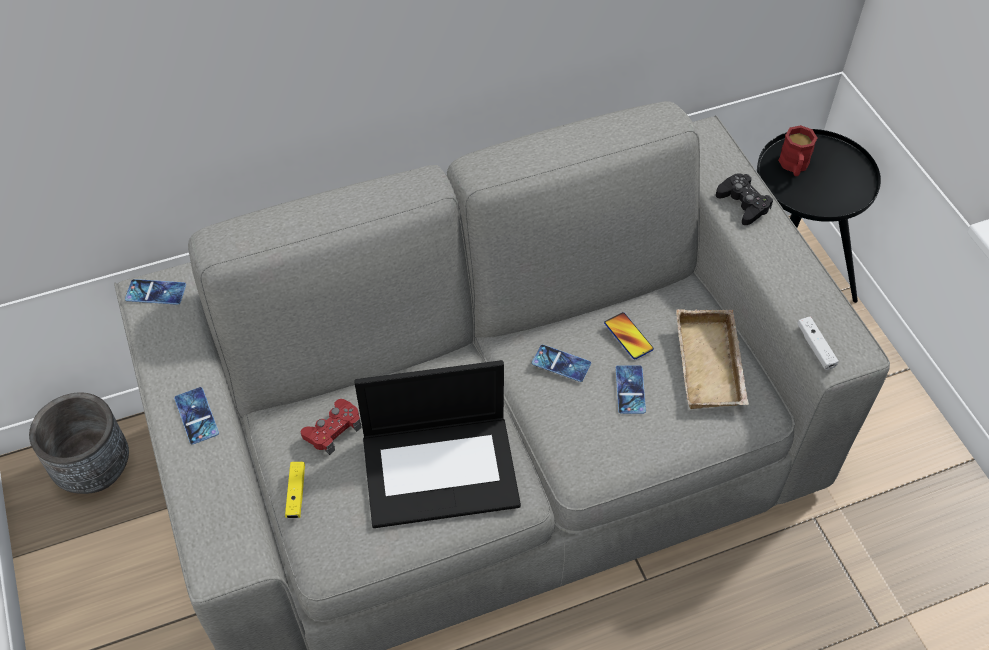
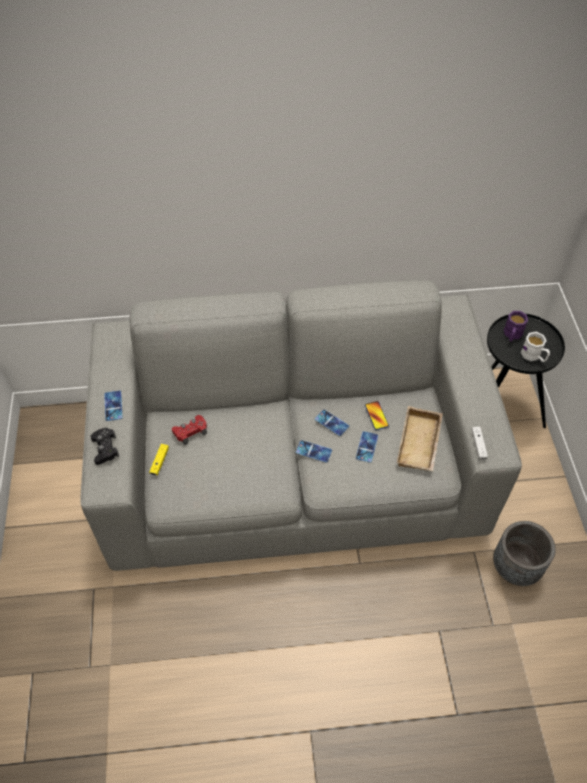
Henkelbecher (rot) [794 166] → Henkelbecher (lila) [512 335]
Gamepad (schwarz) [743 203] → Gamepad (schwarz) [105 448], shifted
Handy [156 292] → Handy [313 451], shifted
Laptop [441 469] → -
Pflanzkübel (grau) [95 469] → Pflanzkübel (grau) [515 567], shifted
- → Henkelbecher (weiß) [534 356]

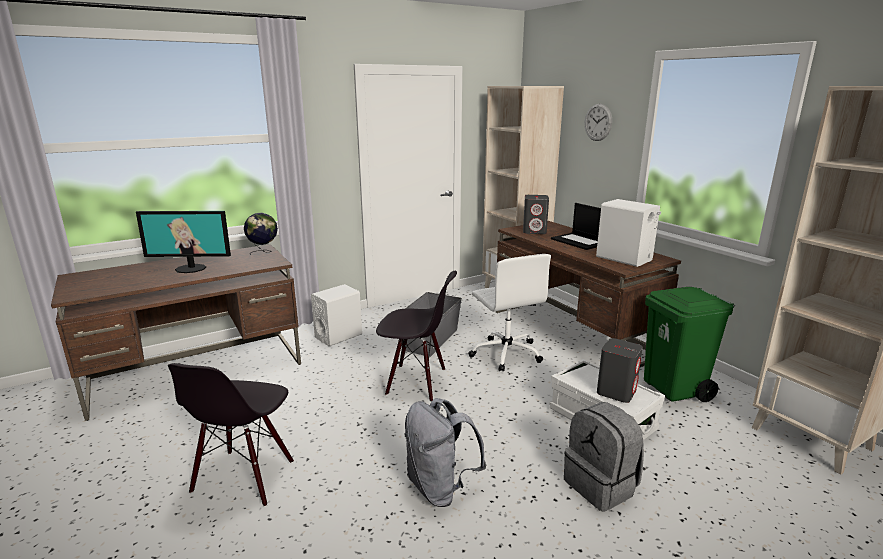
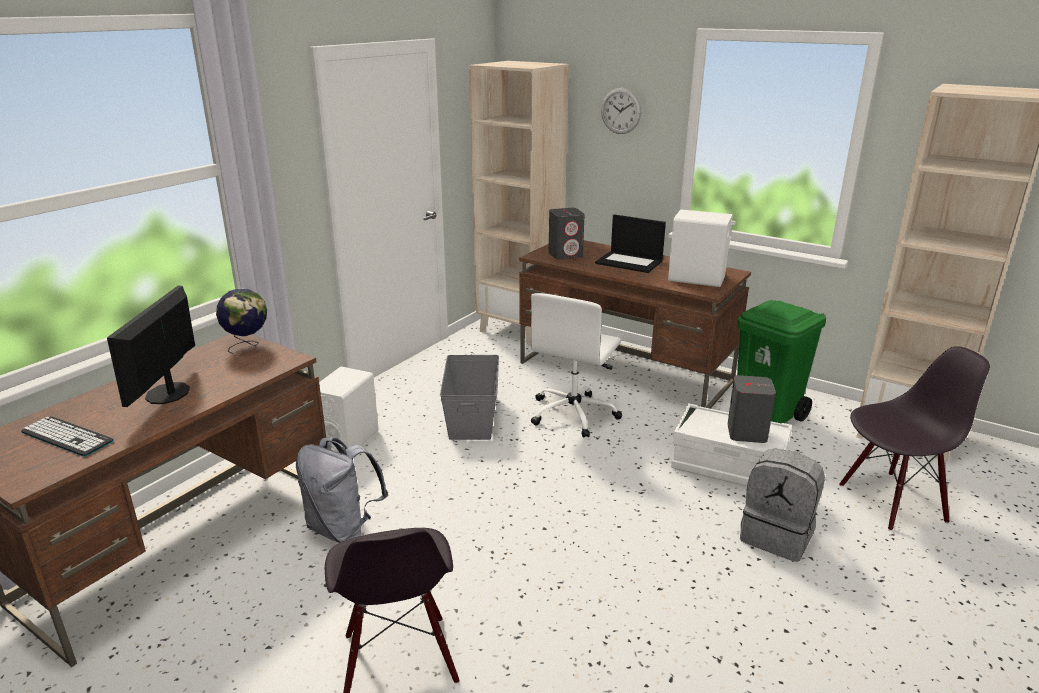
Monitor [191 268] → Monitor [168 393], 120 degrees clockwise
Bürostuhl (weiß) [506 353] → Bürostuhl (weiß) [574 414], 75 degrees clockwise
Stuhl (schwarz) [416 382] → Stuhl (schwarz) [891 501], shifted
Rucksack (grau) [440 488] → Rucksack (grau) [343 529], shifted
- → Tastatur [67 437]

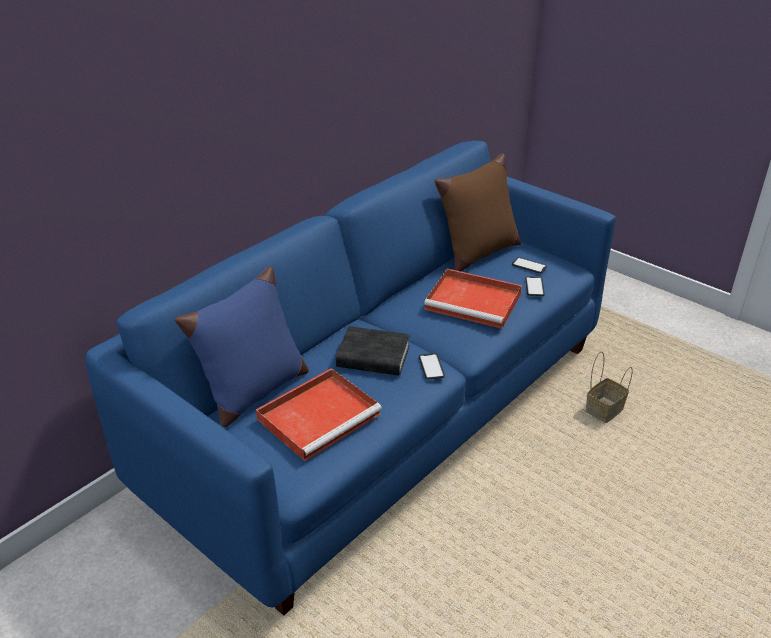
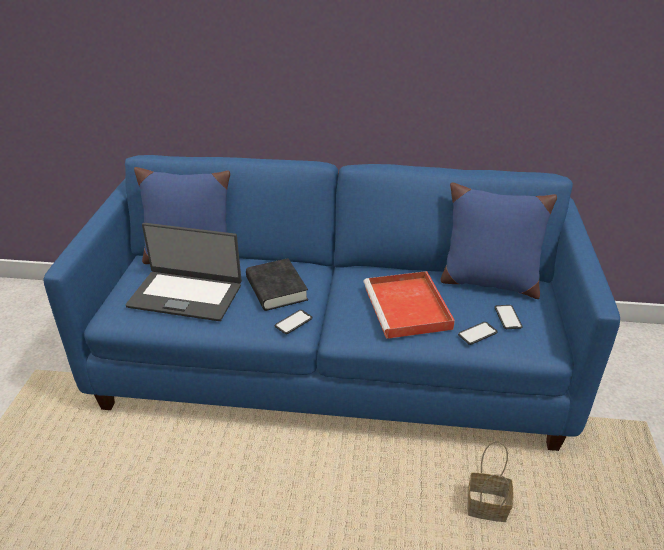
Kissen (braun) [477 253] → Kissen (blau) [487 282]
Tablett (rot) [320 415] → Laptop [186 295]

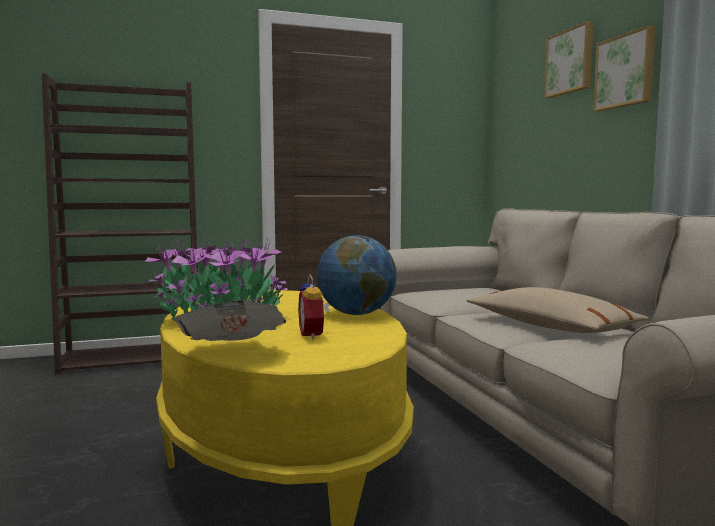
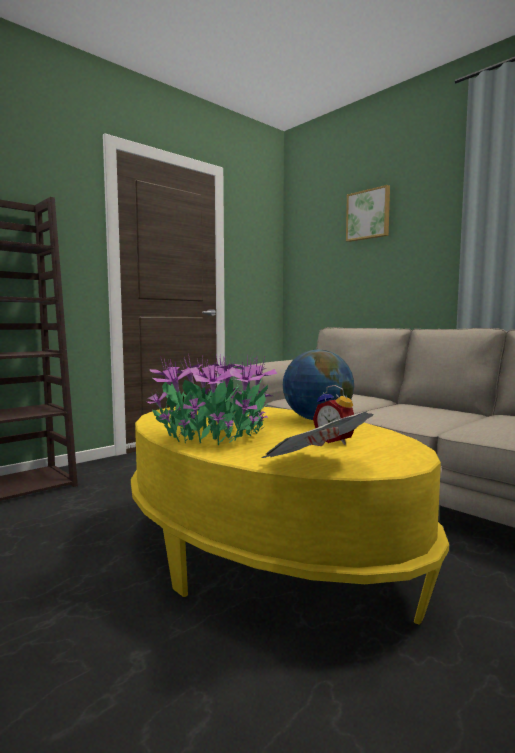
Bild [625 71] → -
Kissen (beige) [549 327] → -

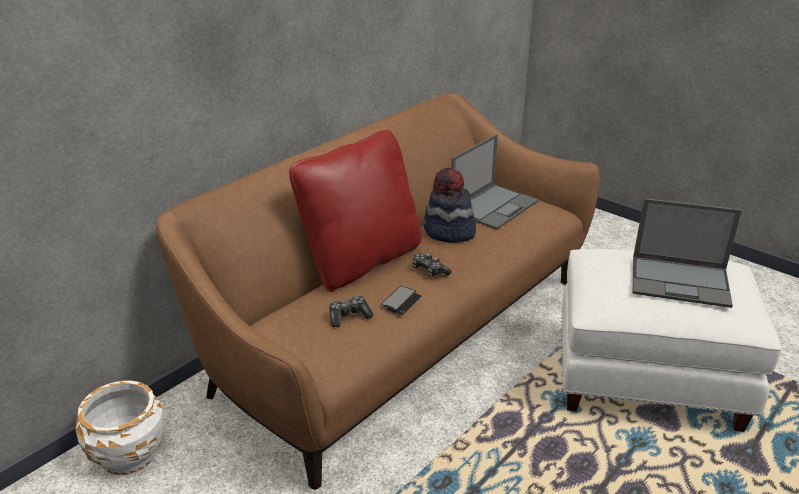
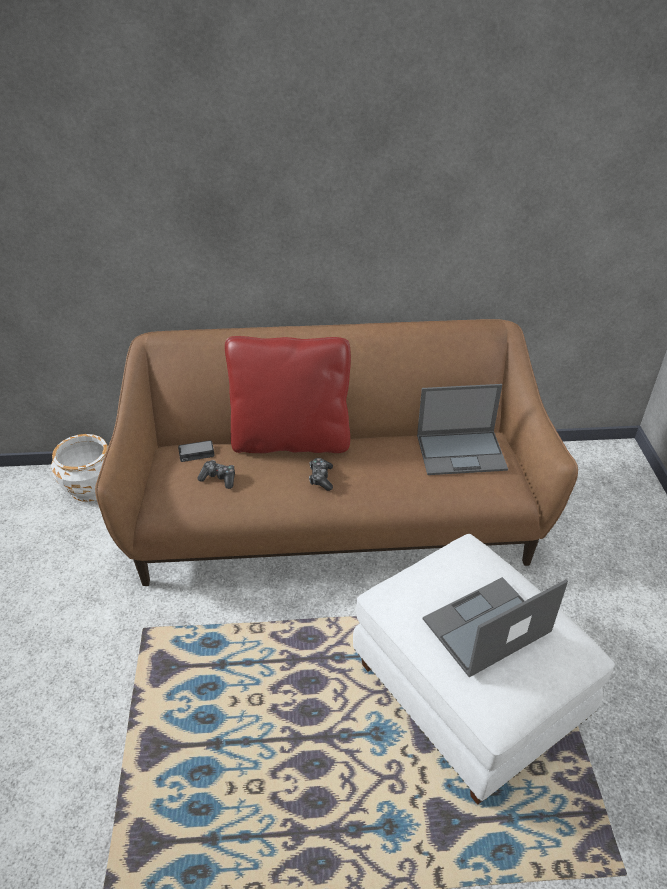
Hut [449 232] → -
Laptop [681 281] → Laptop [485 627], 90 degrees clockwise
Handy [401 301] → Handy [196 452], shifted

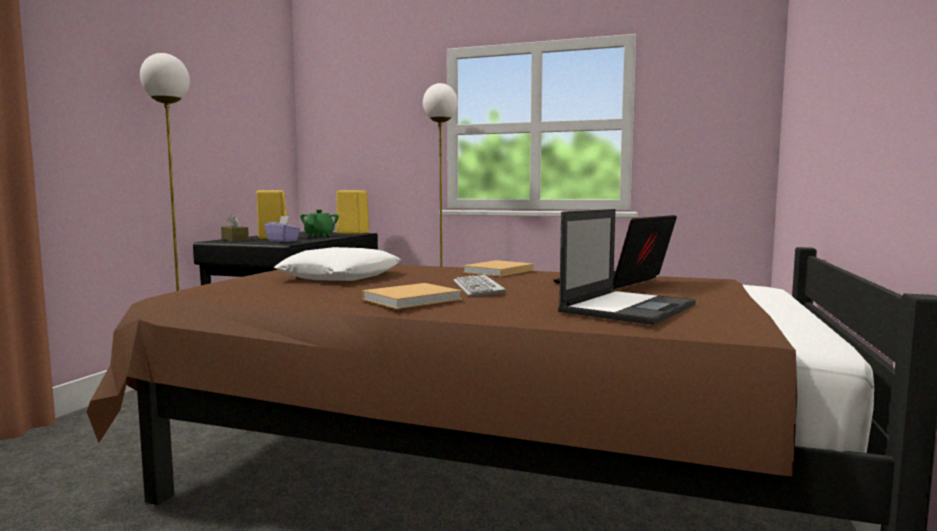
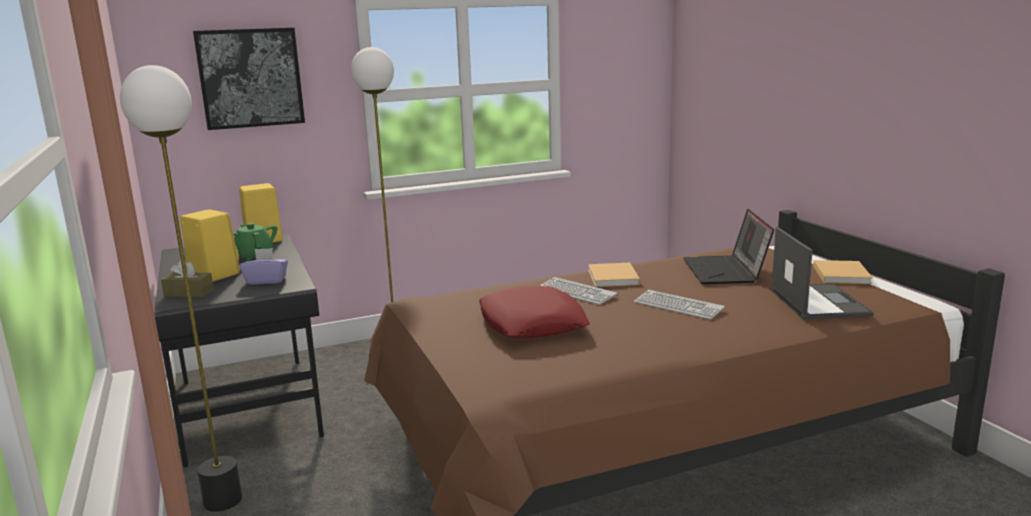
Kissen (weiß) [341 276] → Kissen (rot) [532 323]
Buch (beige) [414 299] → Buch (beige) [841 274], shifted
- → Bild [250 78]
- → Tastatur [576 292]

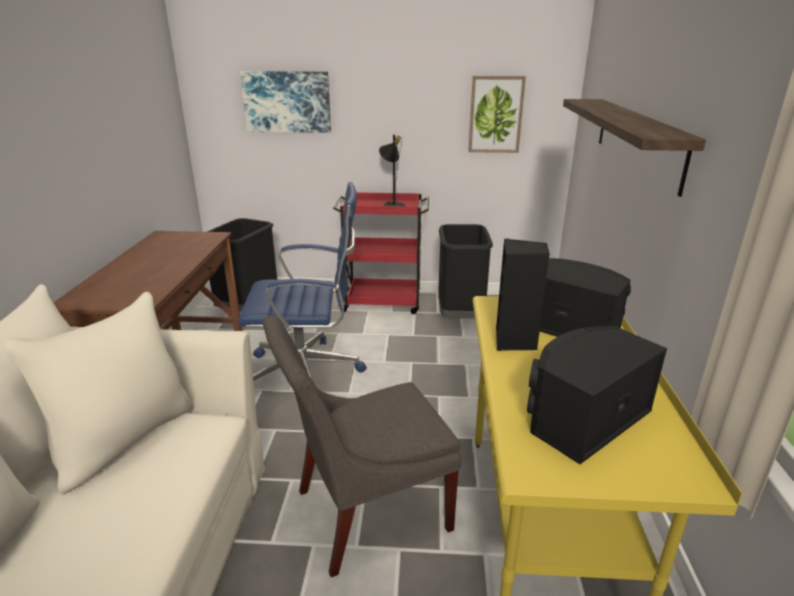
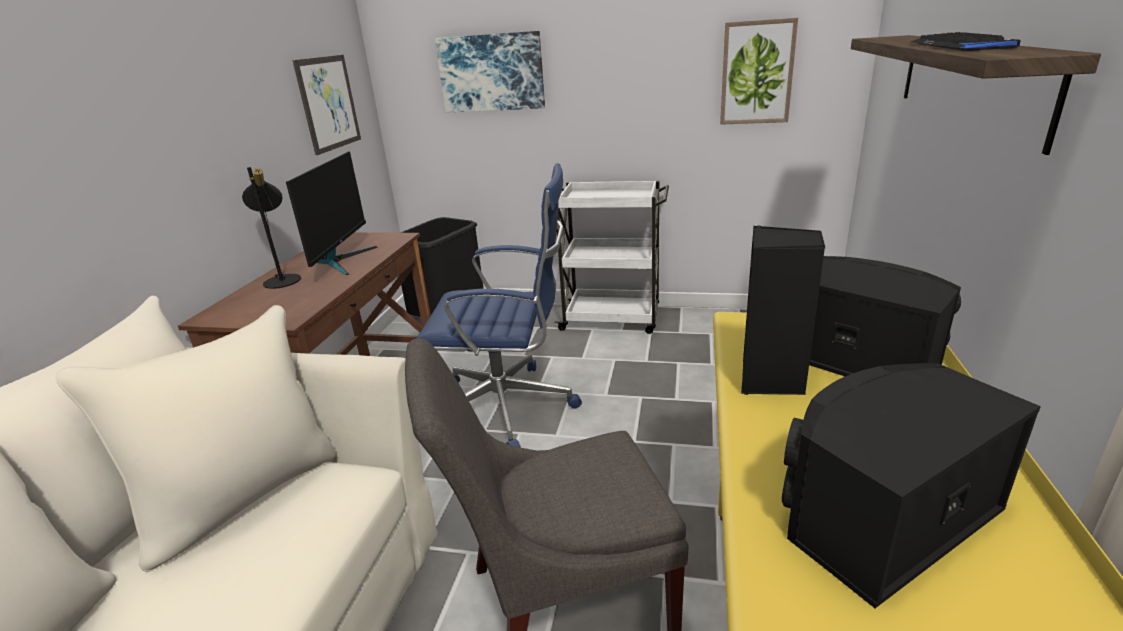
Tischlampe (schwarz) [392 204] → Tischlampe (schwarz) [283 278], shifted
Rollwagen (rot) [383 302] → Rollwagen (weiß) [612 318]
Mülleimer (schwarz) [459 316] → -
- → Tastatur [959 46]
- → Bild [328 103]
- → Monitor [341 260]

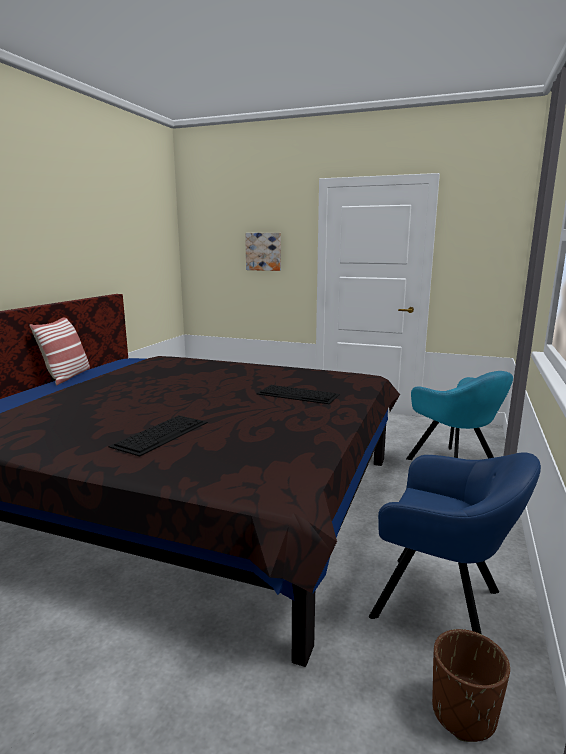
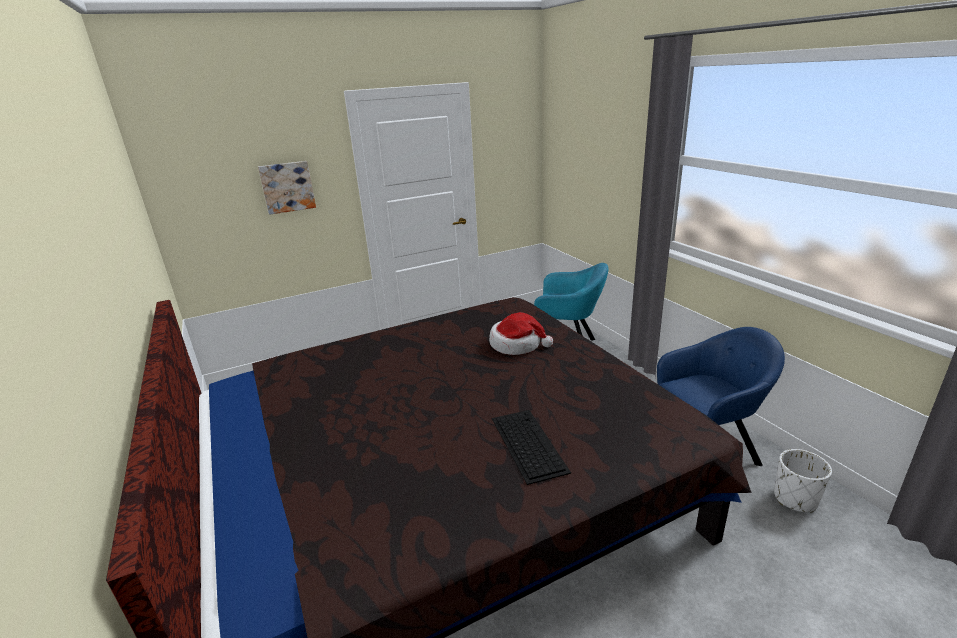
Kissen [67 376] → -
Tastatur [298 394] → Hut [517 344]
Pflanzkübel (braun) [463 714] → Pflanzkübel (weiß) [795 499]

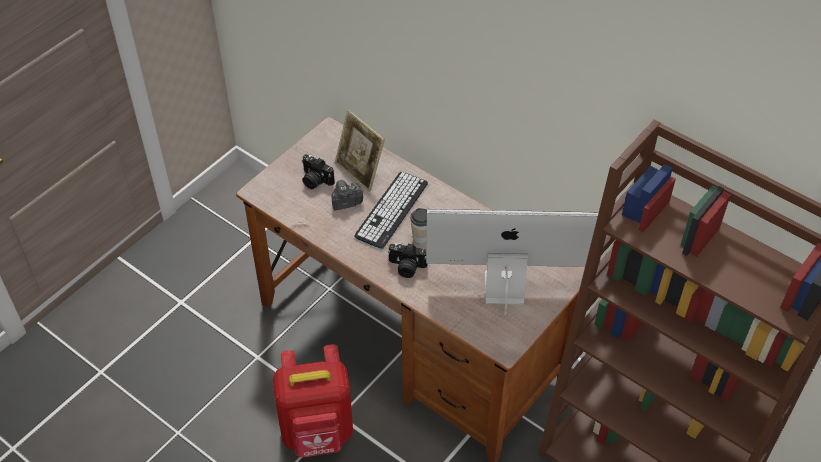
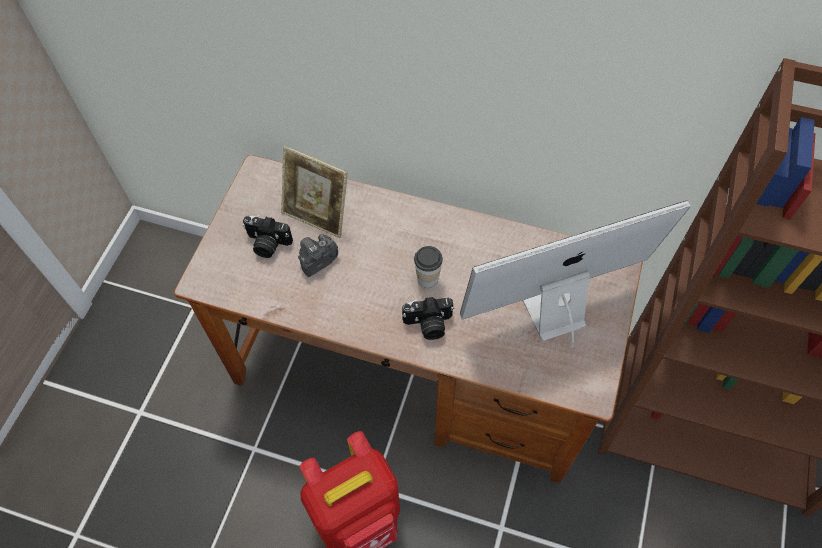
Tastatur [391 210] → -

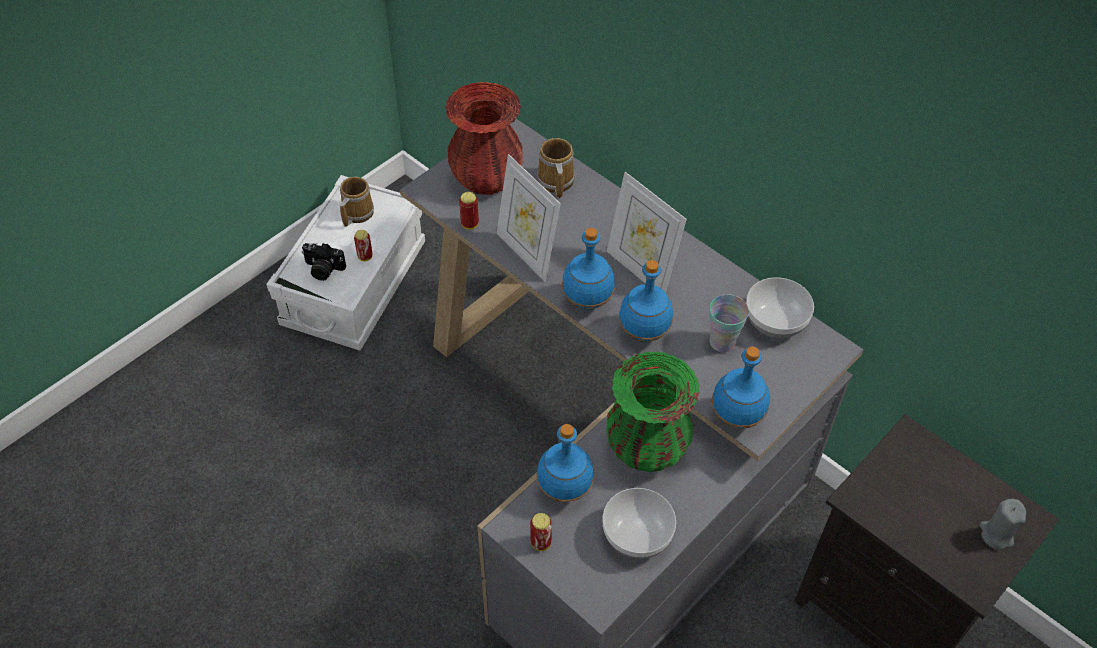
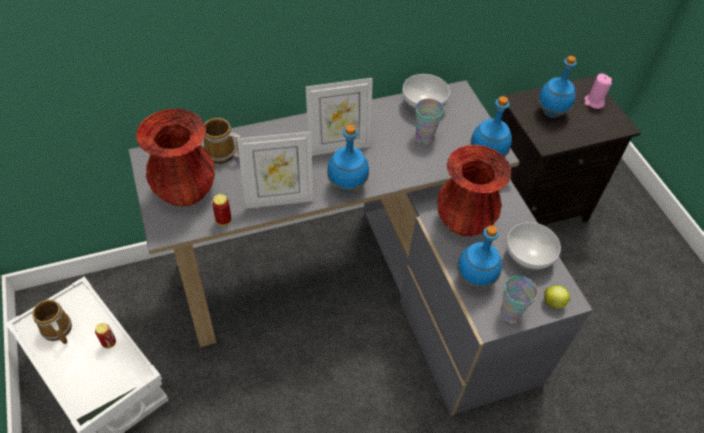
Kamera [323 270] → -
Flasche (blau) [643 333] → Flasche (blau) [551 113], shifted
Vase (grün) [646 448] → Vase (rot) [463 221]
Kerze (grau) [996 534] → Kerze (rosa) [594 102]
Dose [541 542] → Tasse [510 312]
- → Apfel [554 303]

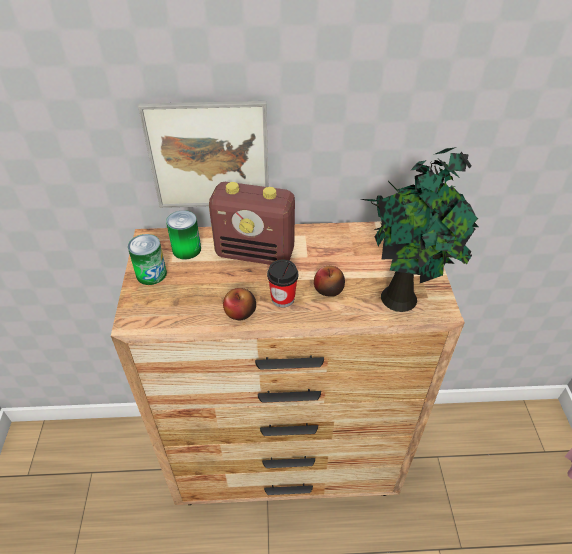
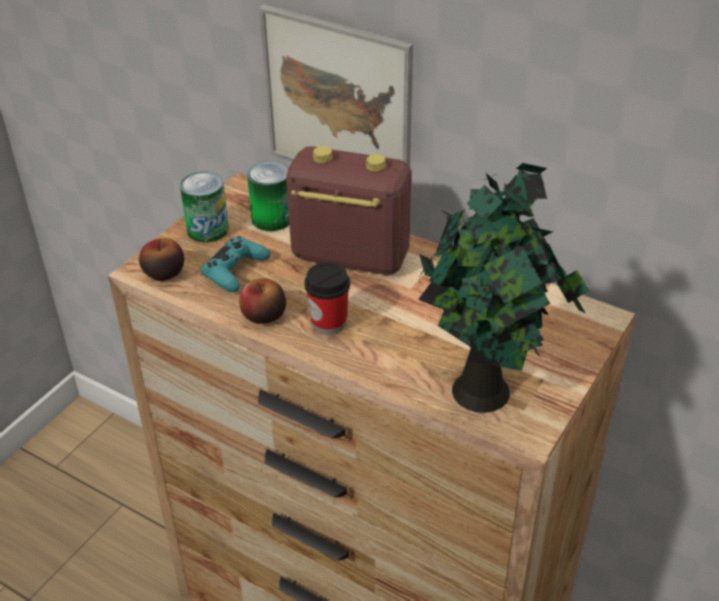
Radio [256 253] → Radio [349 257], 150 degrees clockwise
Apfel [328 289] → Apfel [164 273], shifted
- → Gamepad (türkis) [235 271]

